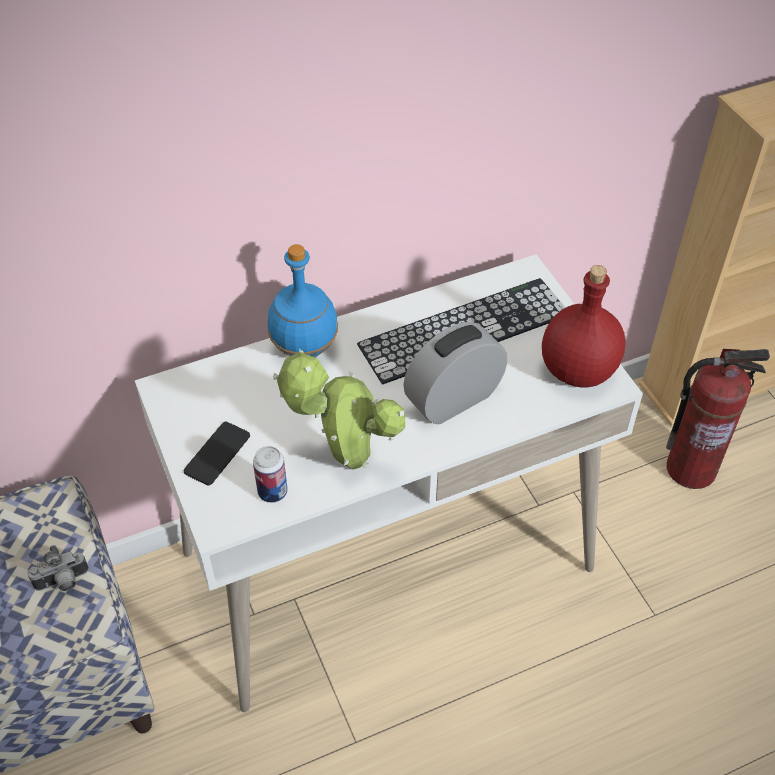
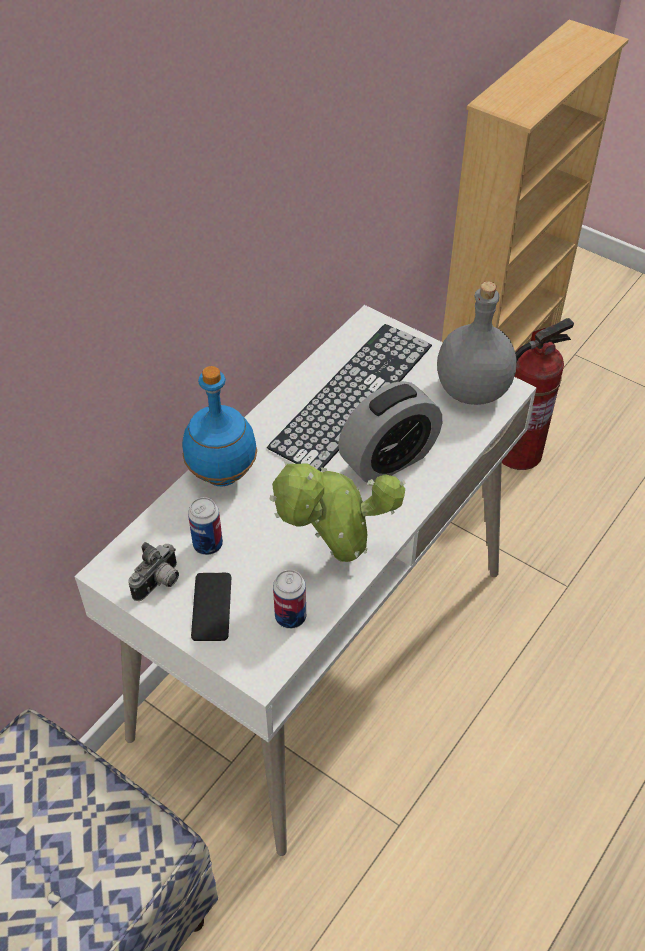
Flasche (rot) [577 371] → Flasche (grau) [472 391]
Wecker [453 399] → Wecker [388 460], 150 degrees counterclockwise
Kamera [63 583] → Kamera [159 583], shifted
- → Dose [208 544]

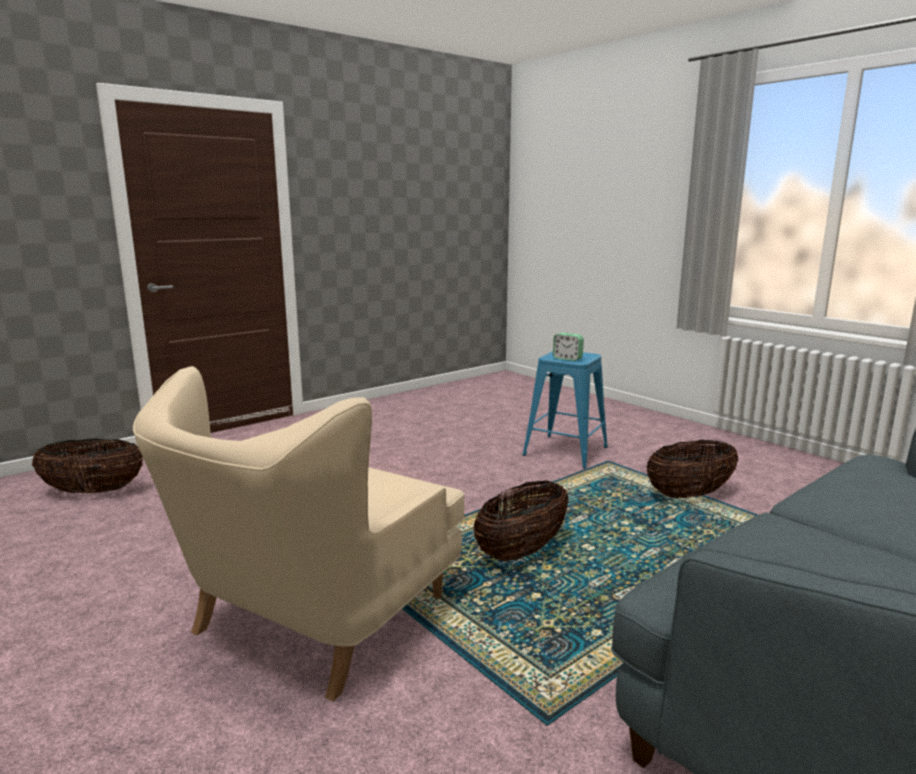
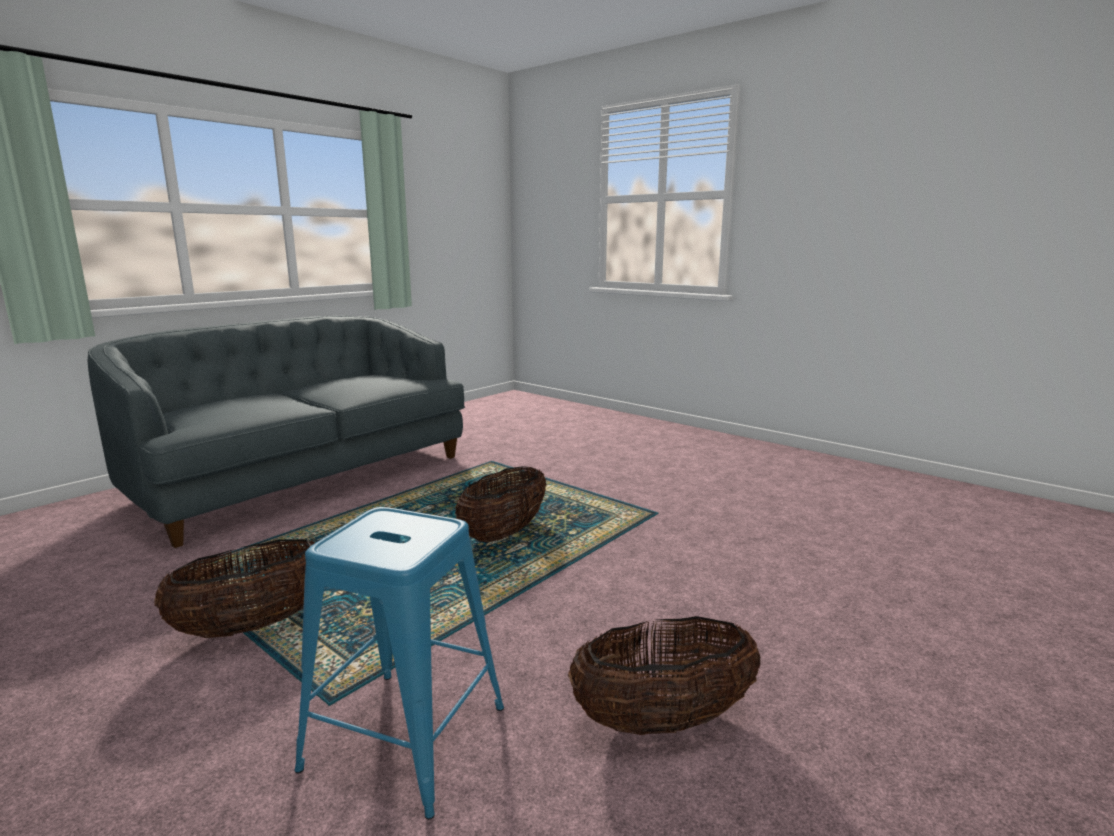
Wecker [567 359] → -
Sessel (beige) [316 618] → -
Korb [93 491] → Korb [662 721], shifted

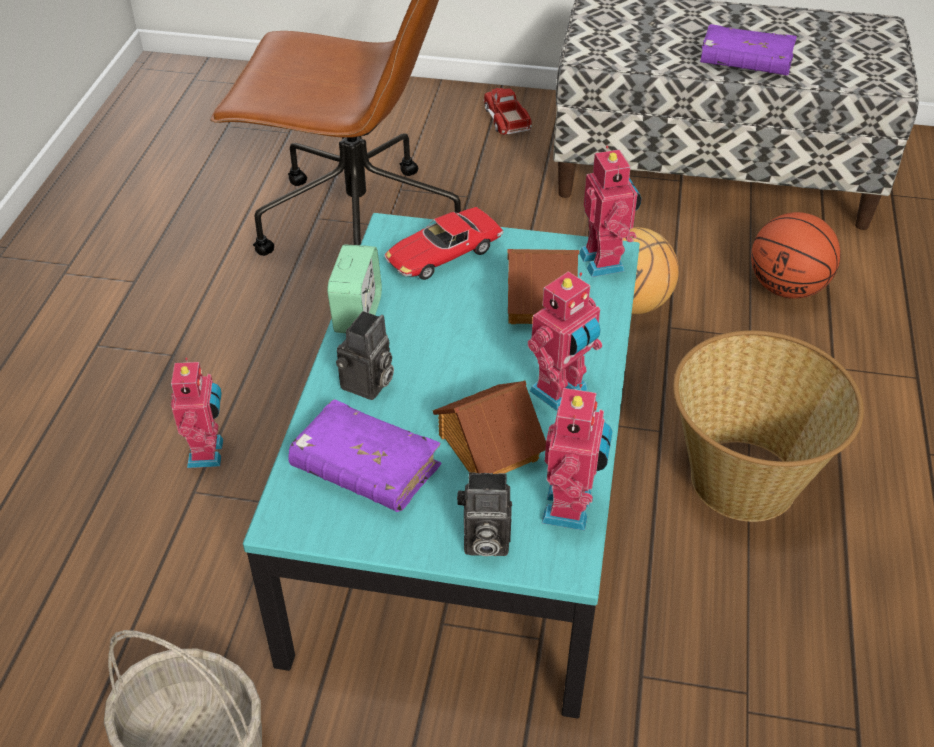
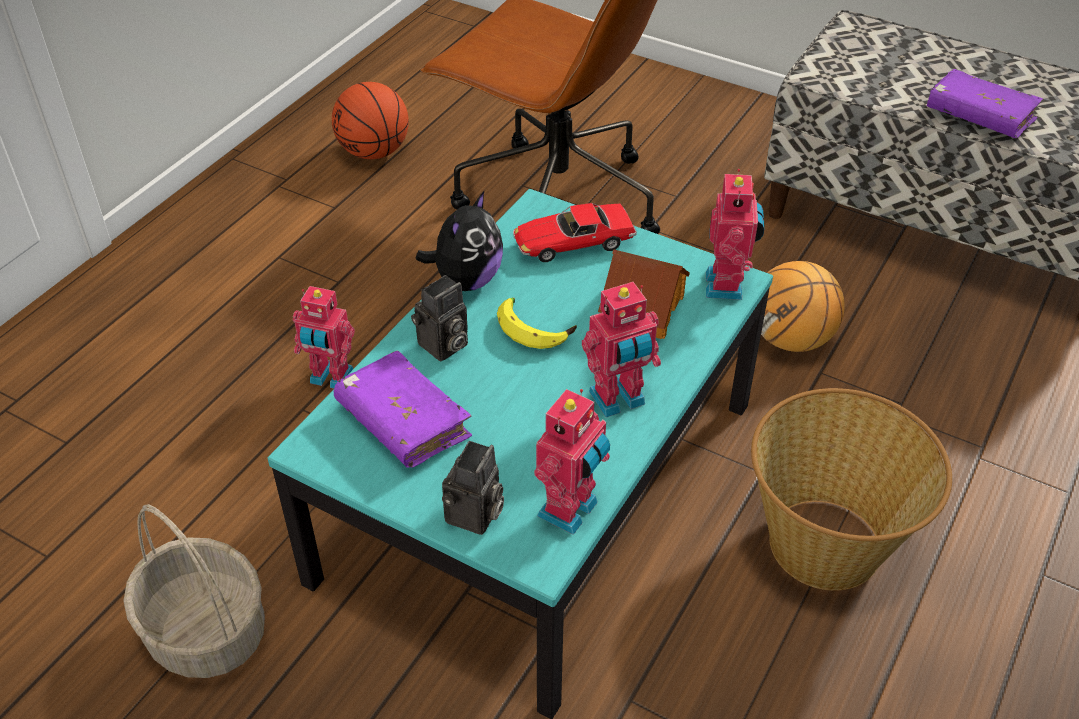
Spielzeuglaster [506 120] → -
Basketball [787 287] → Basketball [374 152], shifted
Wecker [357 315] → Plüschtier [466 280]
Spielzeugroboter [209 453] → Spielzeugroboter [330 378], 90 degrees clockwise
Spielzeughaus [487 447] → -
Kamera [483 541] → Kamera [474 517], 90 degrees counterclockwise
- → Banane [535 328]

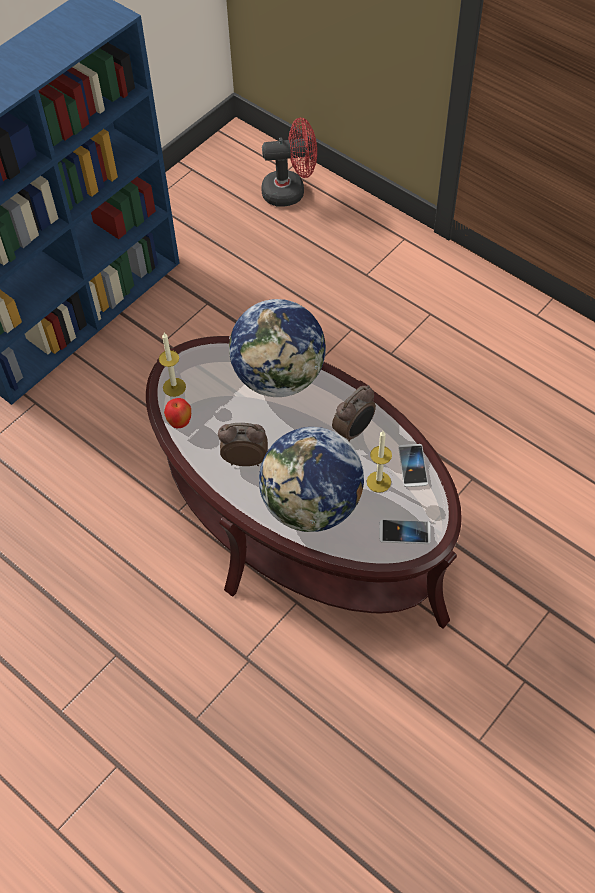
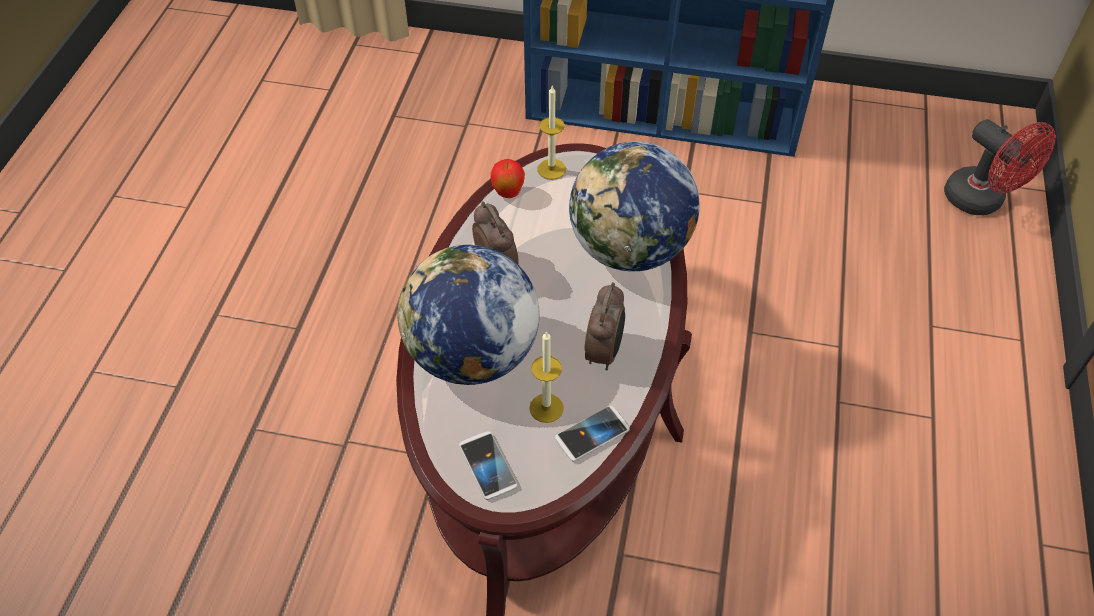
Wecker [354 431] → Wecker [604 352], 90 degrees counterclockwise

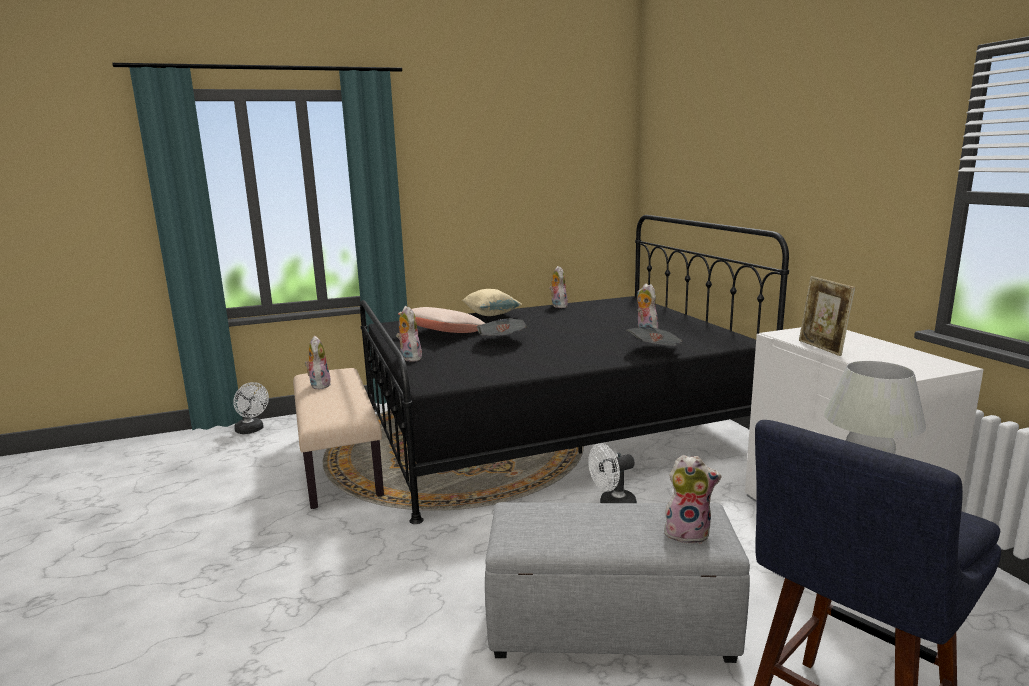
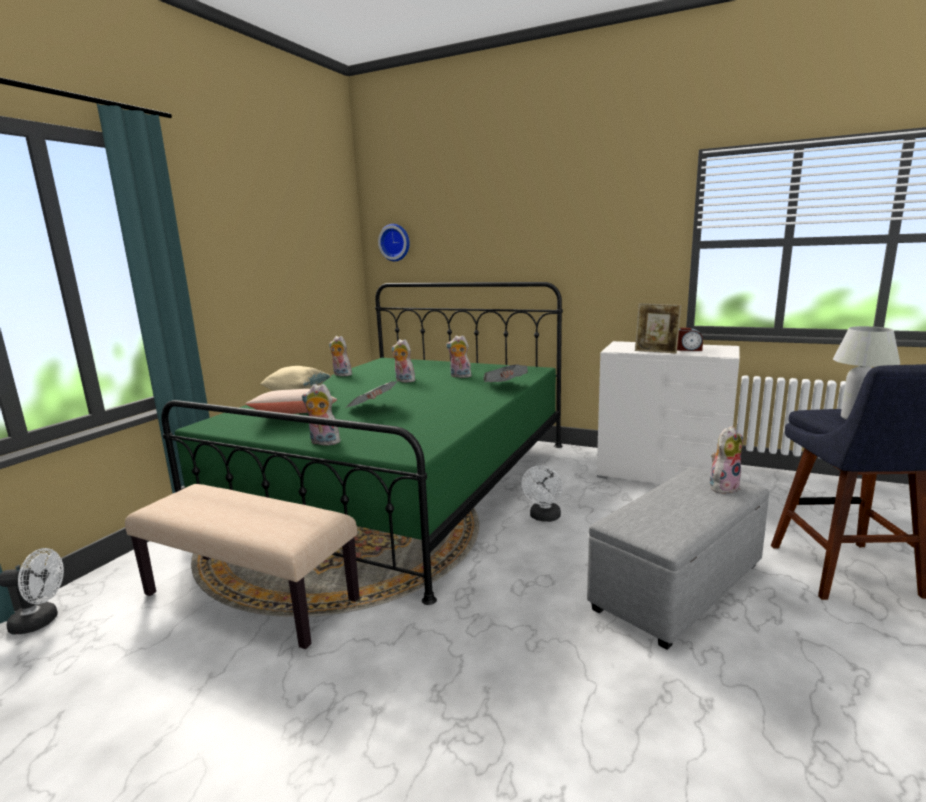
Bett (schwarz) [552 427] → Bett (grün) [401 484]
Plüschtier [319 385] → Plüschtier [403 381], shifted
- → Wanduhr [395 242]
- → Wecker [688 349]

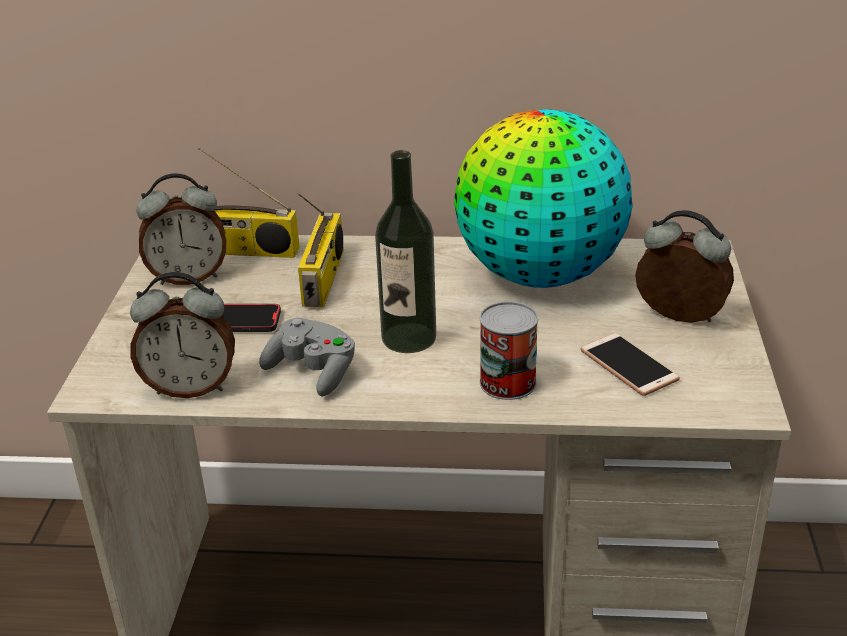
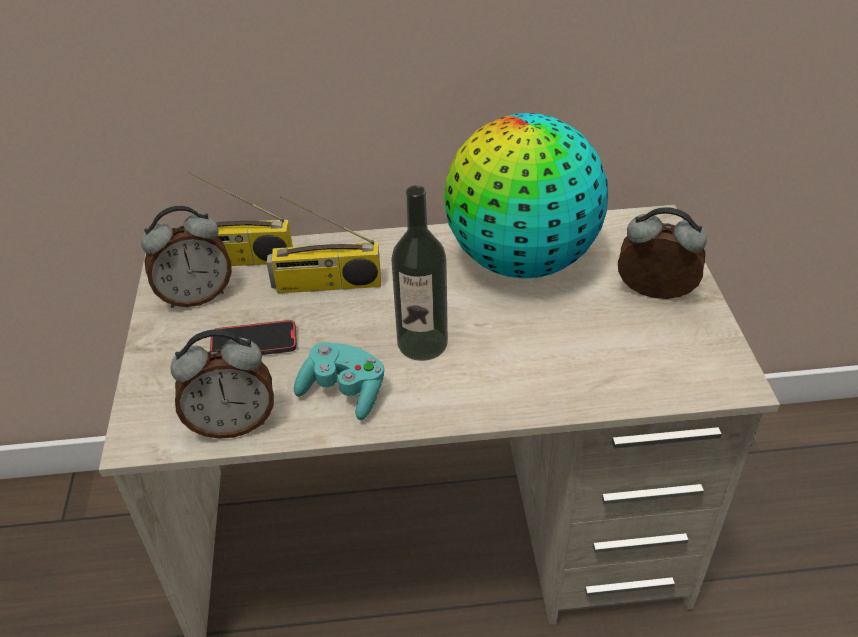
Radio [324 279] → Radio [326 285], 90 degrees clockwise
Dose [508 382] → -
Gamepad (grau) [313 372] → Gamepad (türkis) [344 392]
Handy [628 365] → -

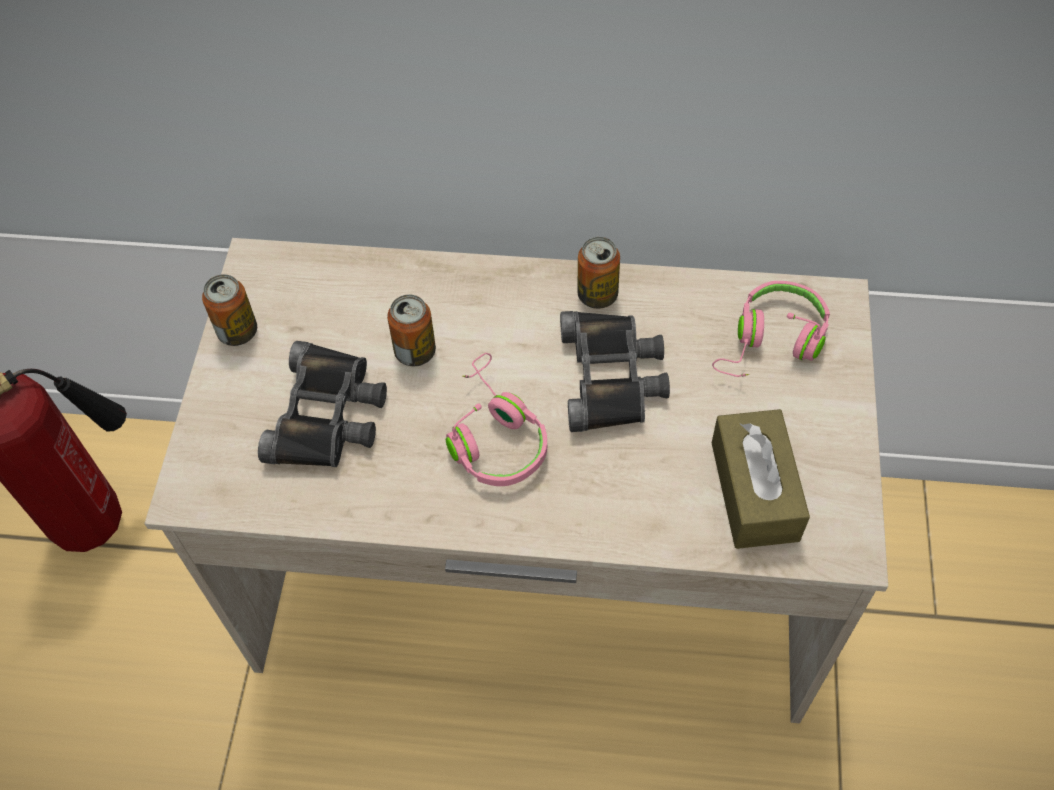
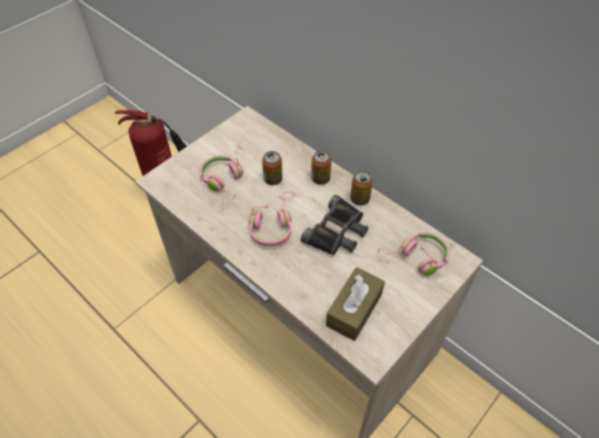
Dose [238 332] → Dose [320 179], shifted
Fernglas (schwarz) [328 415] → Kopfhörer (rosa) [223 182]

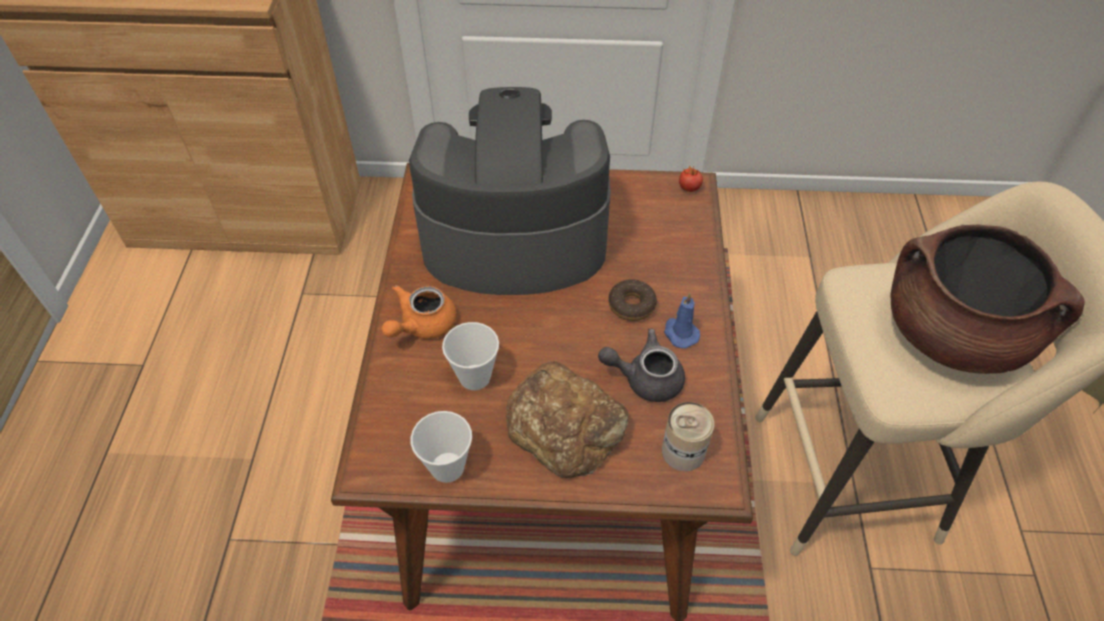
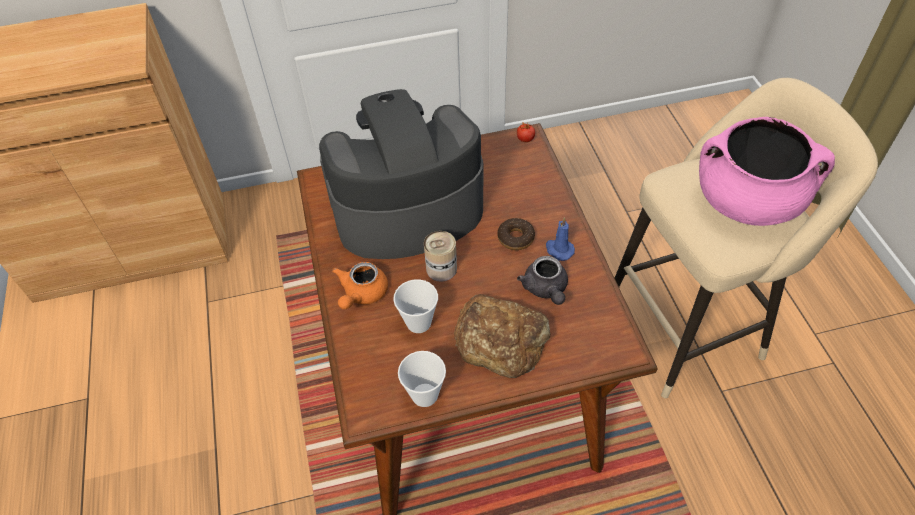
Kochtopf (braun) [953 334] → Kochtopf (rosa) [747 201]
Teekanne (grau) [645 378] → Teekanne (grau) [546 289], 90 degrees counterclockwise
Dose [683 451] → Dose [441 269], shifted

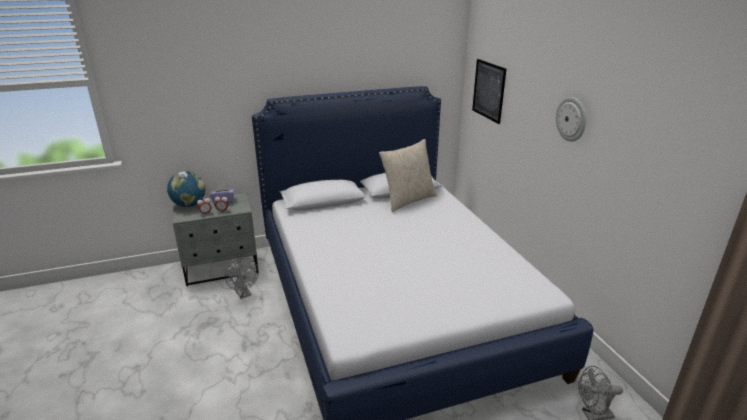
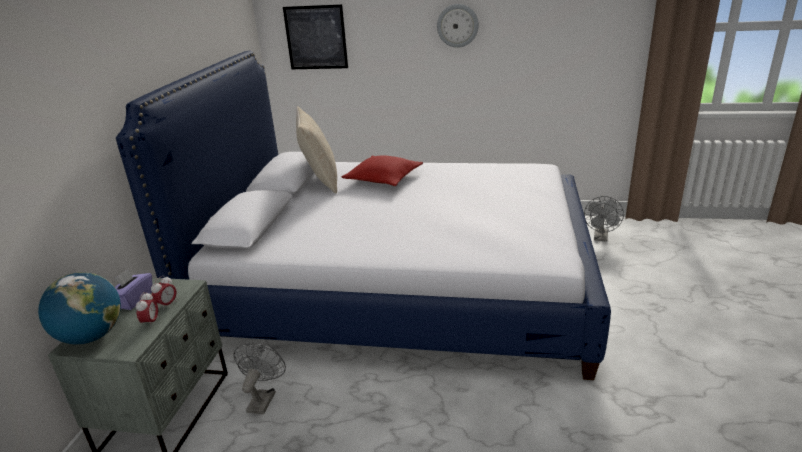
Ventilator (grau) [244 294] → Ventilator (grau) [263 398], 75 degrees counterclockwise
- → Kissen (rot) [383 179]

